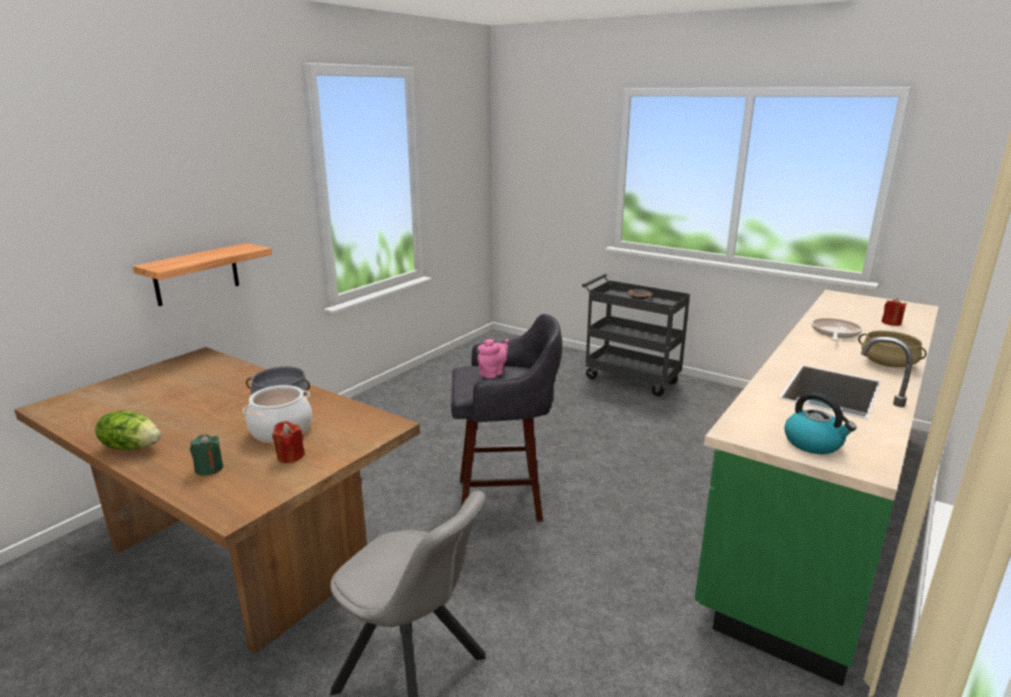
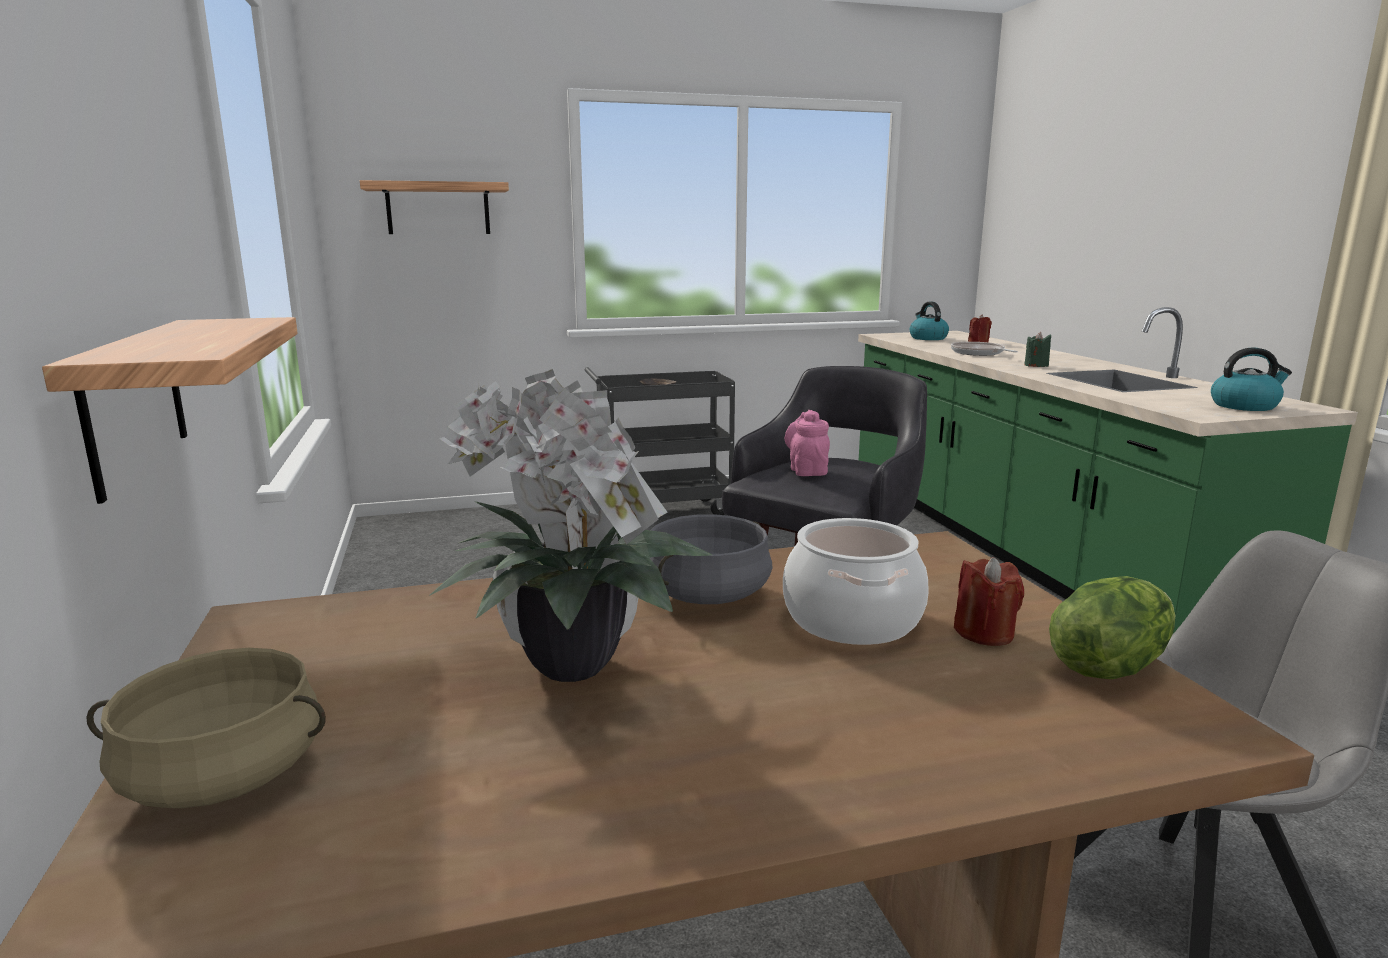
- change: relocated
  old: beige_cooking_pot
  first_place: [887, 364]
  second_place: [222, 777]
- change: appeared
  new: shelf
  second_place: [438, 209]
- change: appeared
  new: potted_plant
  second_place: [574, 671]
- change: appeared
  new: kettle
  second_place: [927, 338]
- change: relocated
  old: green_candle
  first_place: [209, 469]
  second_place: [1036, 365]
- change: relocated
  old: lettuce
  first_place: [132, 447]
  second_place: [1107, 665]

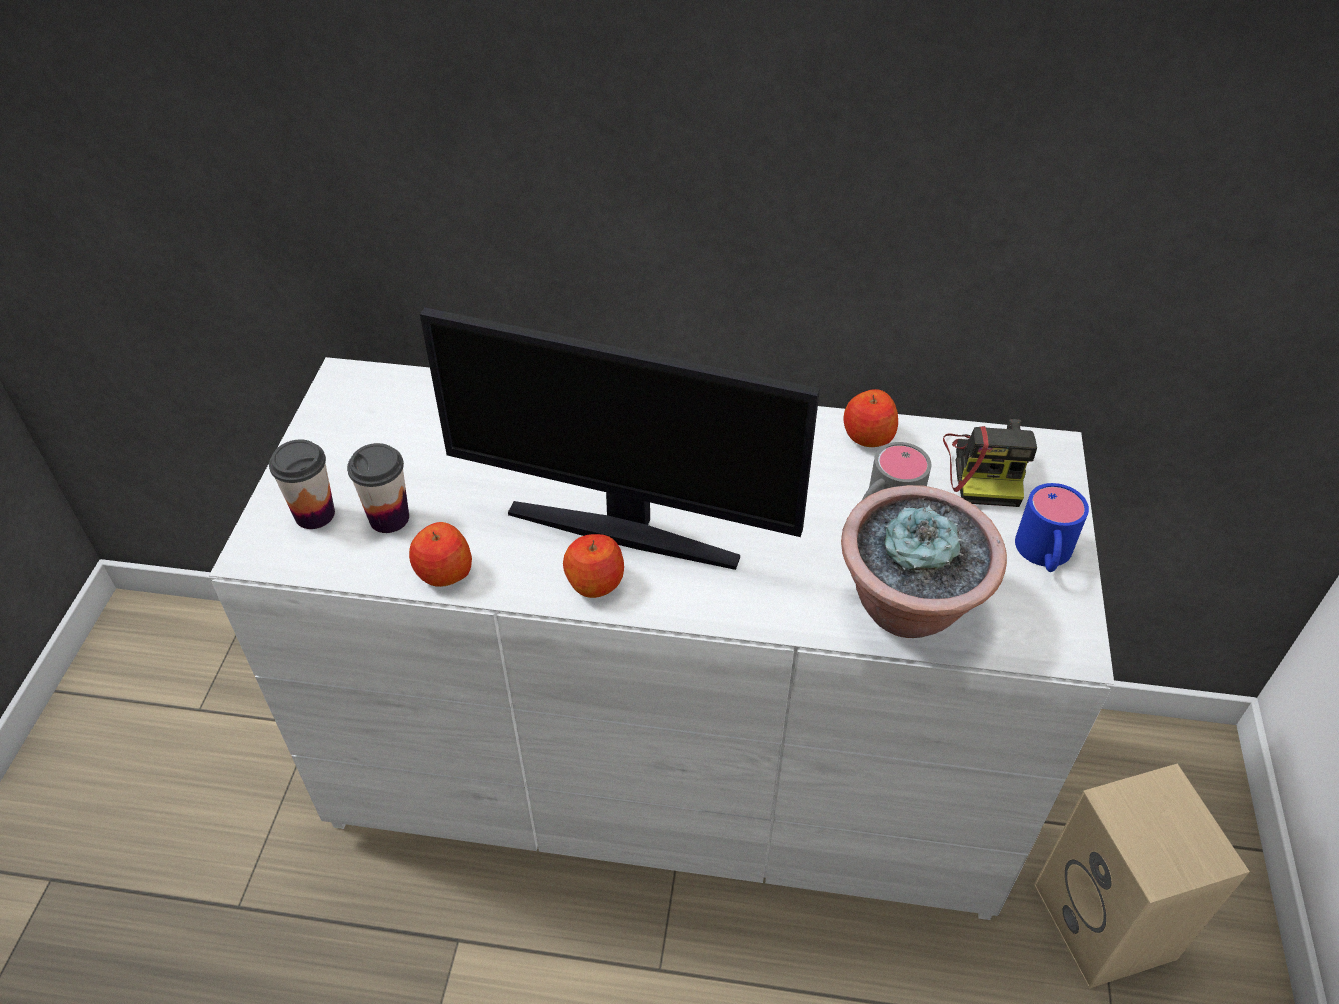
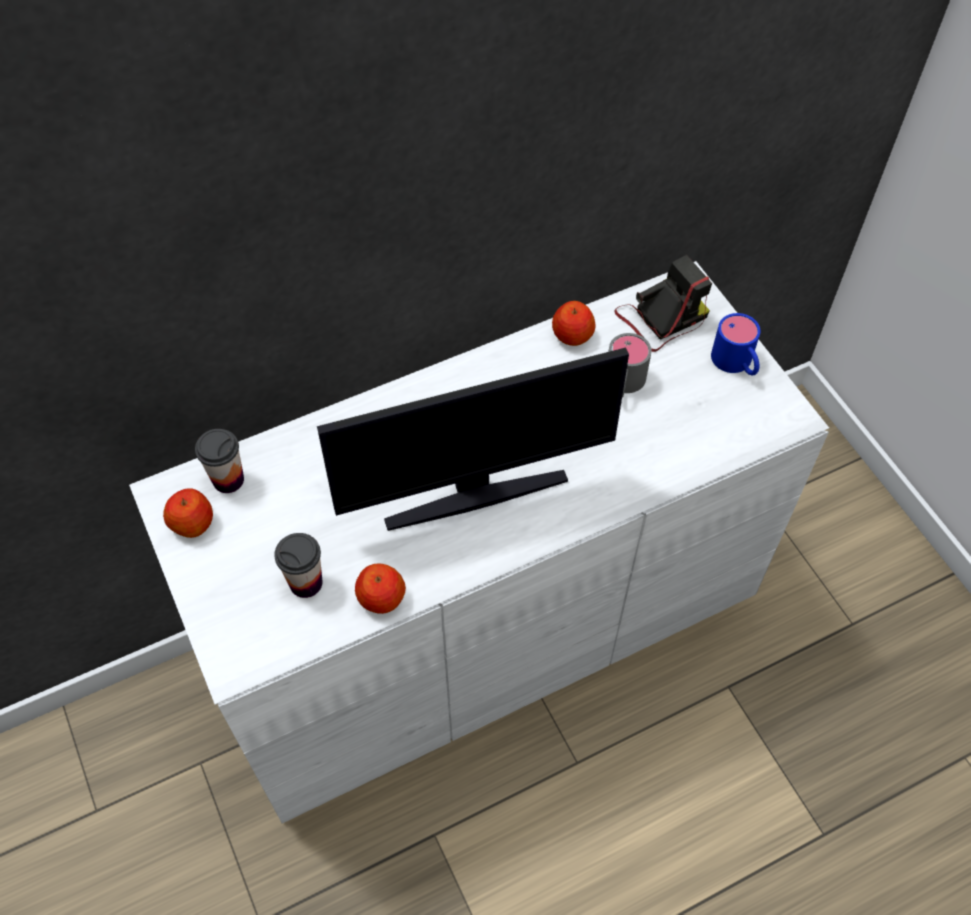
- change: relocated
  old: apple
  first_place: [595, 581]
  second_place: [192, 523]
- change: relocated
  old: cup
  first_place: [314, 514]
  second_place: [228, 480]
- change: spun
  old: photo_camera
  first_place: [987, 468]
  second_place: [661, 319]
  degrees: -90
- change: missing
  old: potted_plant
  first_place: [909, 606]
- change: missing
  old: beige_speaker
  first_place: [1108, 923]

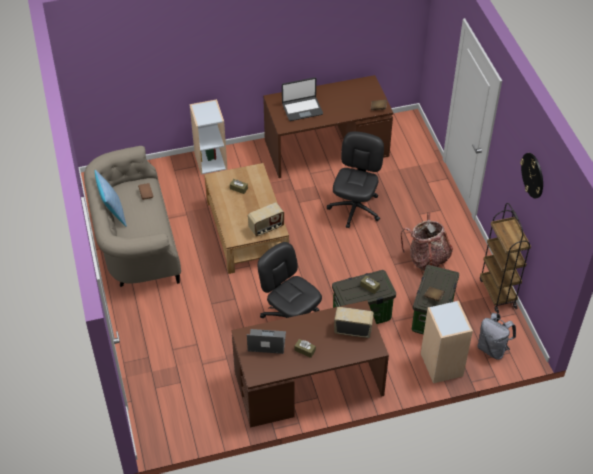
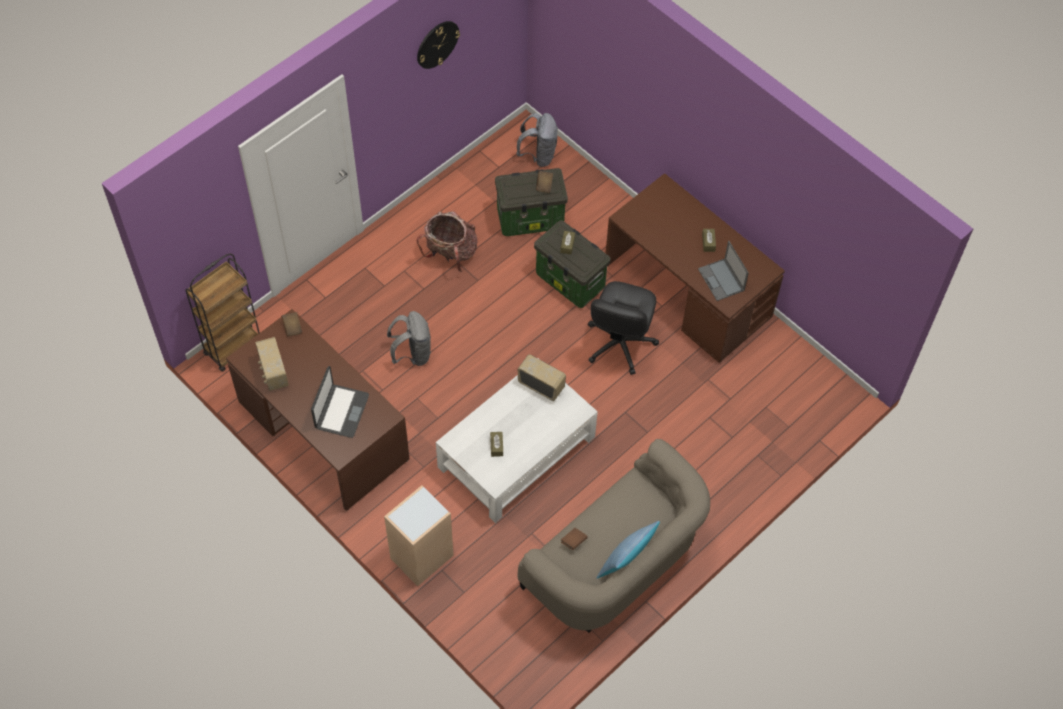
- change: relocated
  old: brown_cart
  first_place: [497, 293]
  second_place: [234, 347]
- change: relocated
  old: radio
  first_place: [353, 330]
  second_place: [273, 372]
- change: spun
  old: laptop
  first_place: [302, 109]
  second_place: [341, 411]
  degrees: 60
- change: exchanged
  old: black_office_chair
  new: grey_backpack
  first_place: [355, 208]
  second_place: [412, 354]
- change: colour
  old: brown_coffee_table
  new: white_coffee_table
  first_place: [246, 230]
  second_place: [516, 452]
- change: missing
  old: bookcase
  first_place: [441, 365]

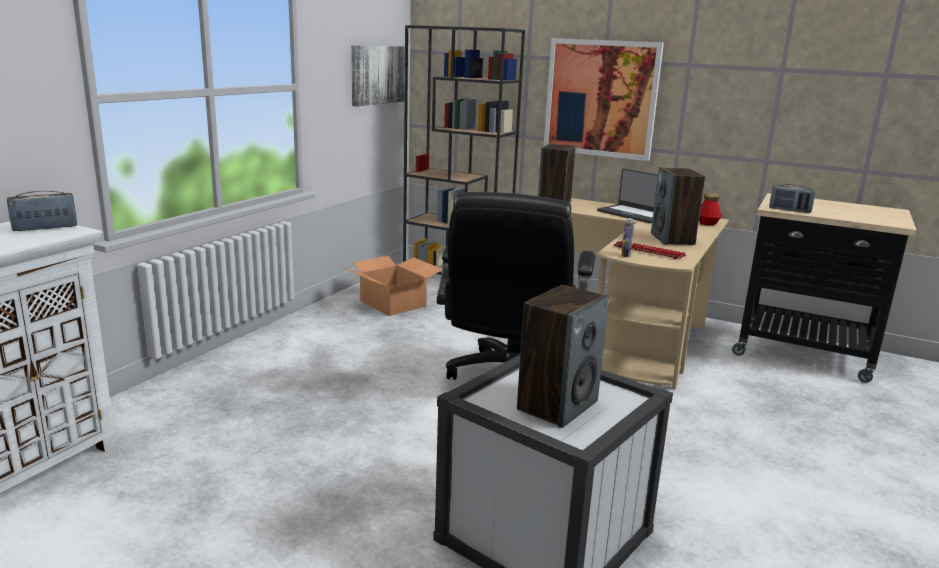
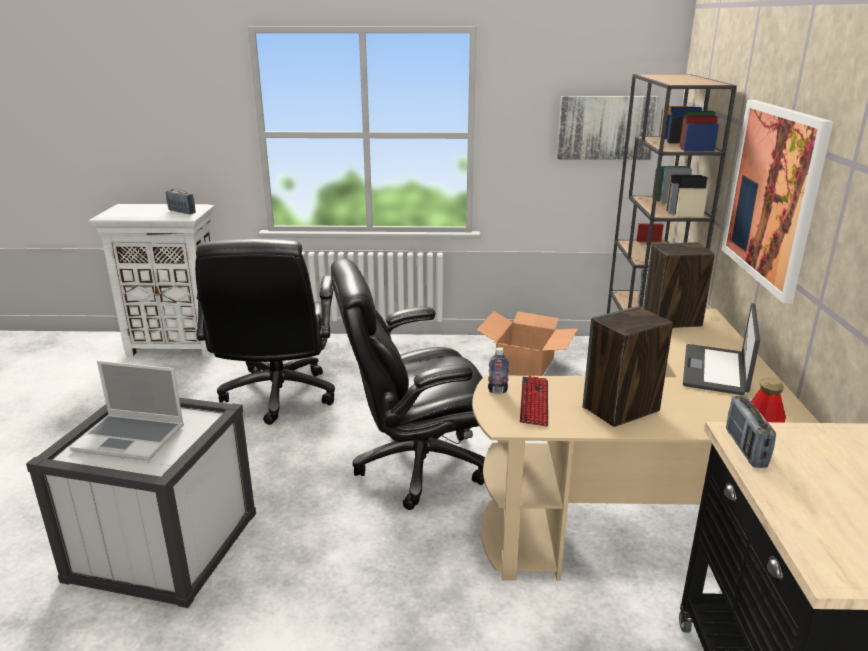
- change: exchanged
  old: speaker
  new: laptop
  first_place: [557, 405]
  second_place: [131, 438]
- change: appeared
  new: black_office_chair
  second_place: [276, 398]

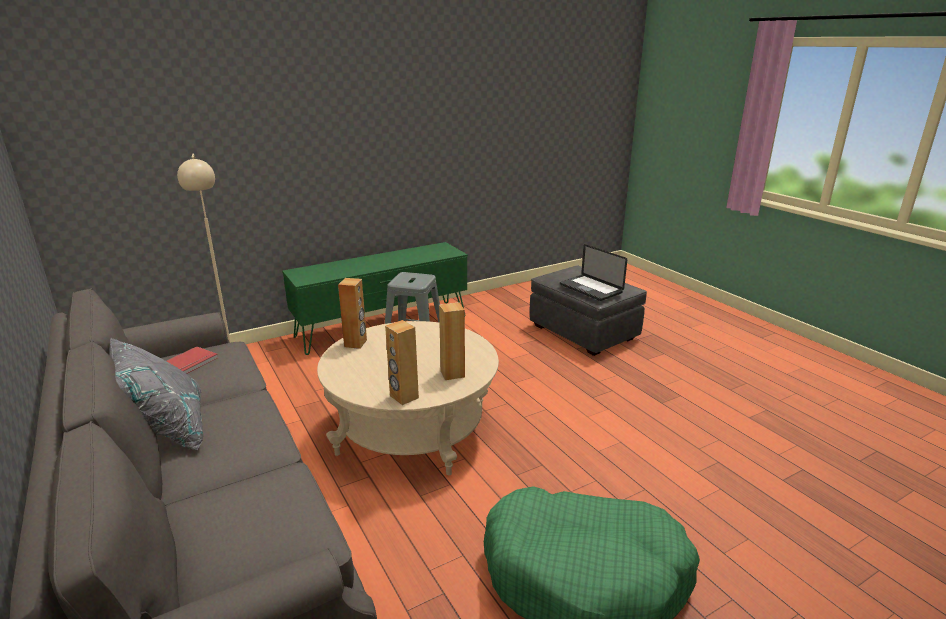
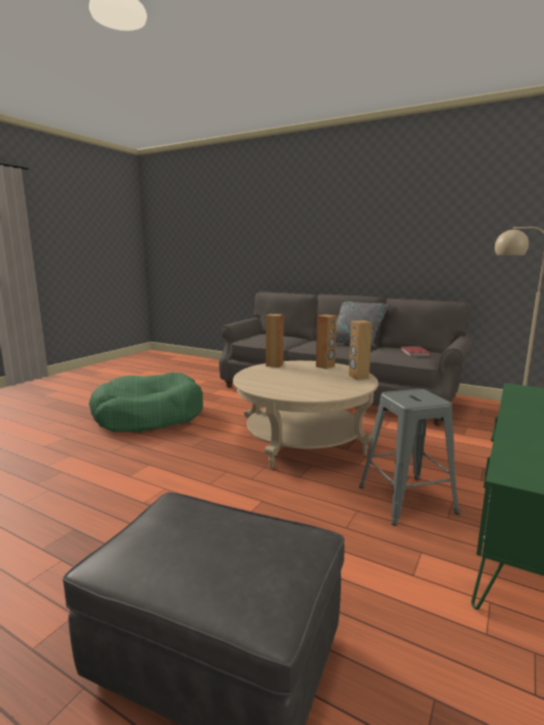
- change: relocated
  old: brown_speaker
  first_place: [452, 374]
  second_place: [325, 366]
- change: missing
  old: laptop
  first_place: [590, 289]

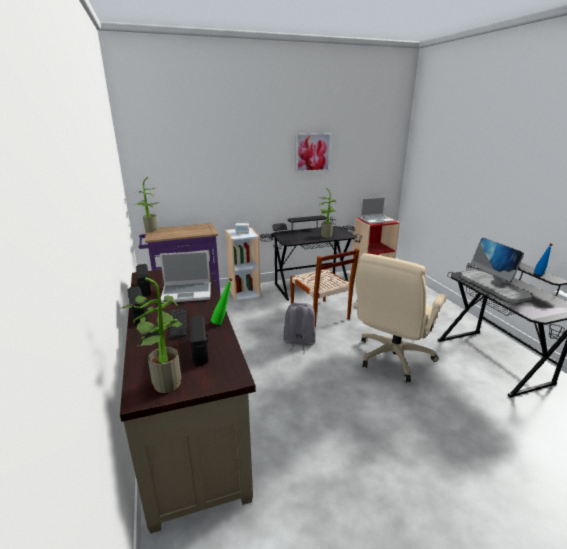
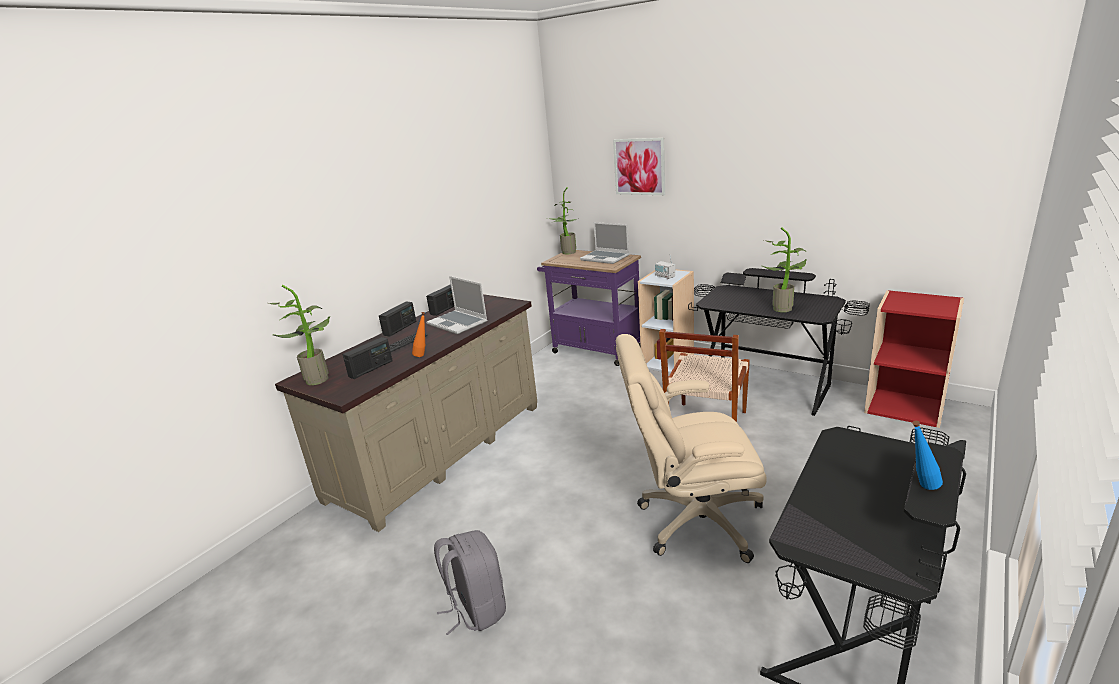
- change: colour
  old: green_bottle
  new: orange_bottle
  first_place: [223, 322]
  second_place: [423, 356]
- change: relocated
  old: grey_backpack
  first_place: [299, 342]
  second_place: [476, 609]
- change: relocated
  old: laptop
  first_place: [376, 220]
  second_place: [605, 258]
- change: relocated
  old: picture
  first_place: [312, 152]
  second_place: [639, 166]
- change: missing
  old: monitor
  first_place: [494, 286]

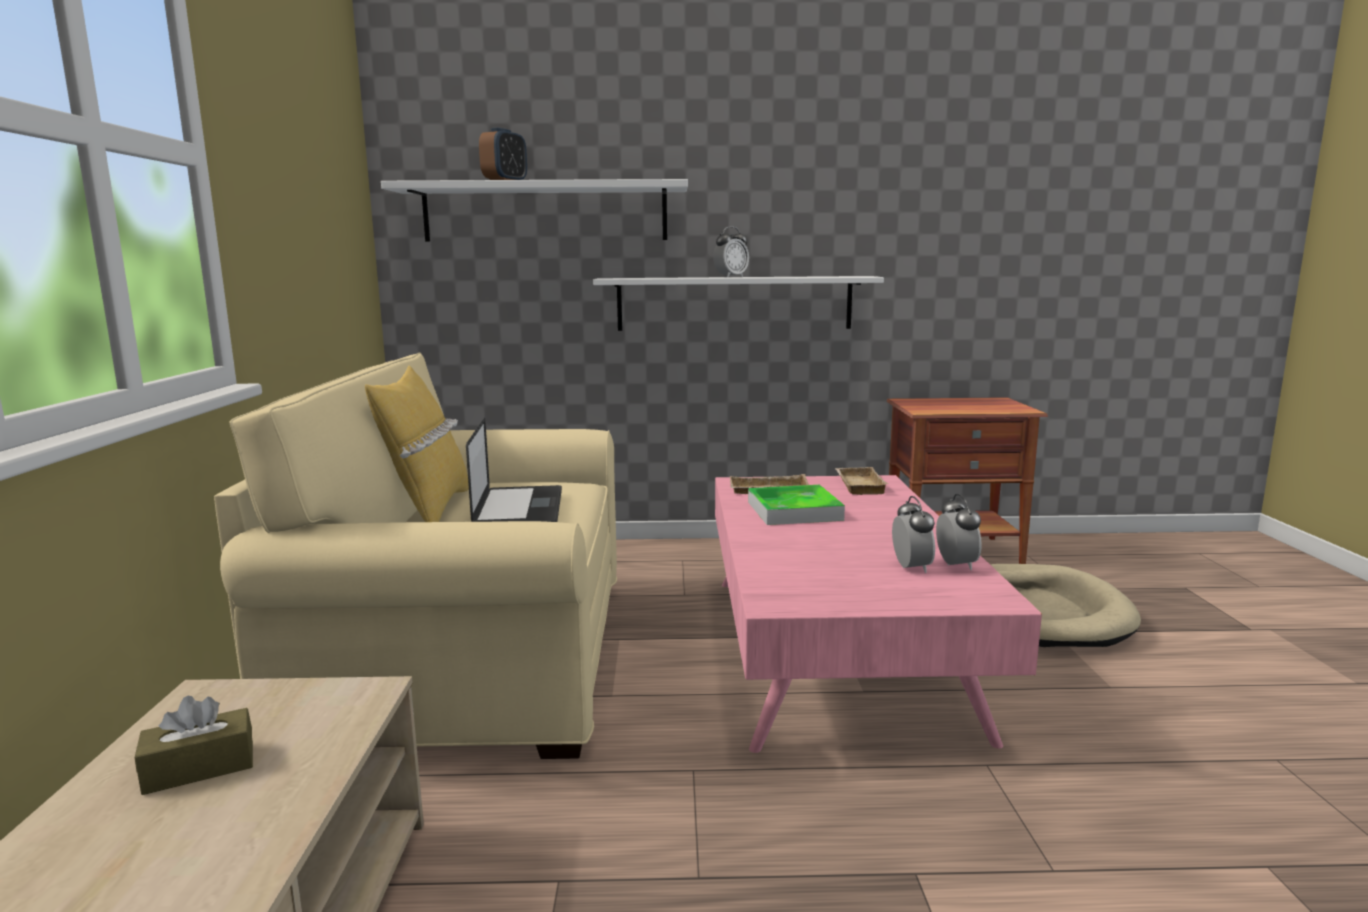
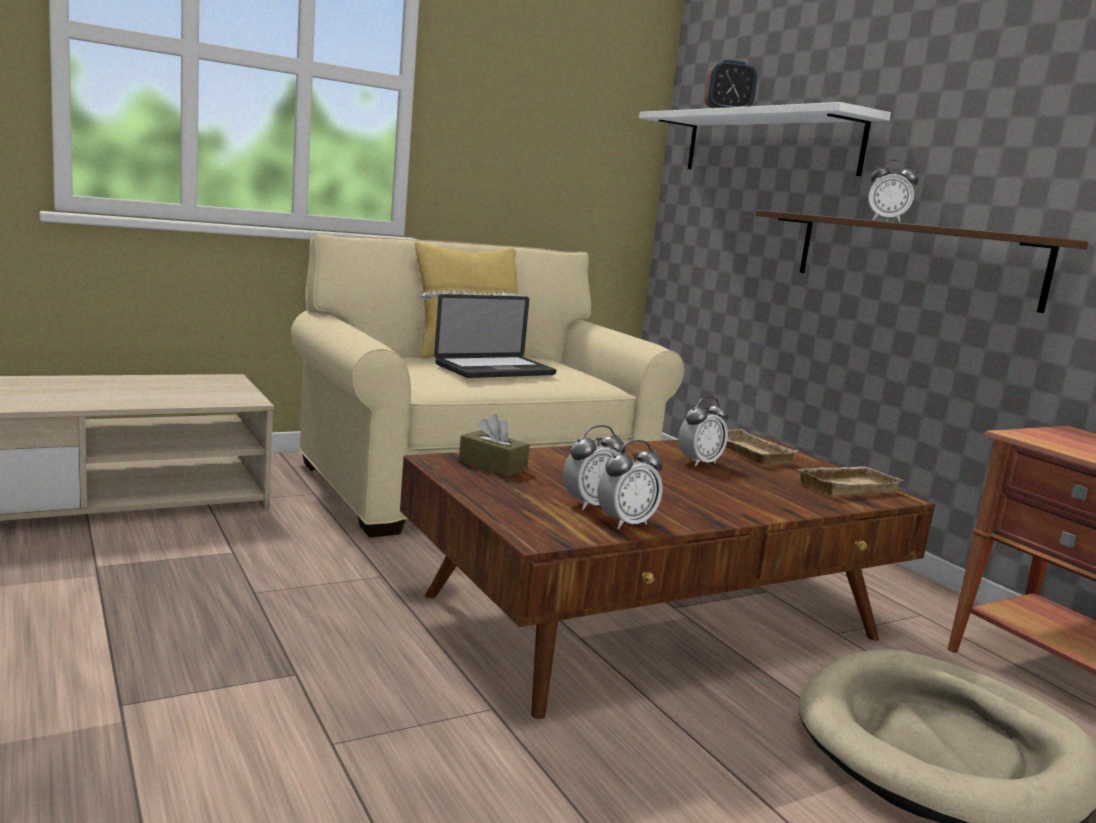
- change: colour
  old: pink_coffee_table
  new: brown_coffee_table
  first_place: [836, 649]
  second_place: [655, 618]
- change: relocated
  old: brown_tissue_box
  first_place: [199, 768]
  second_place: [492, 465]
- change: exchanged
  old: tray
  new: alarm_clock
  first_place: [794, 511]
  second_place: [699, 462]
- change: colour
  old: white_shelf
  new: brown_shelf
  first_place: [734, 303]
  second_place: [912, 258]

